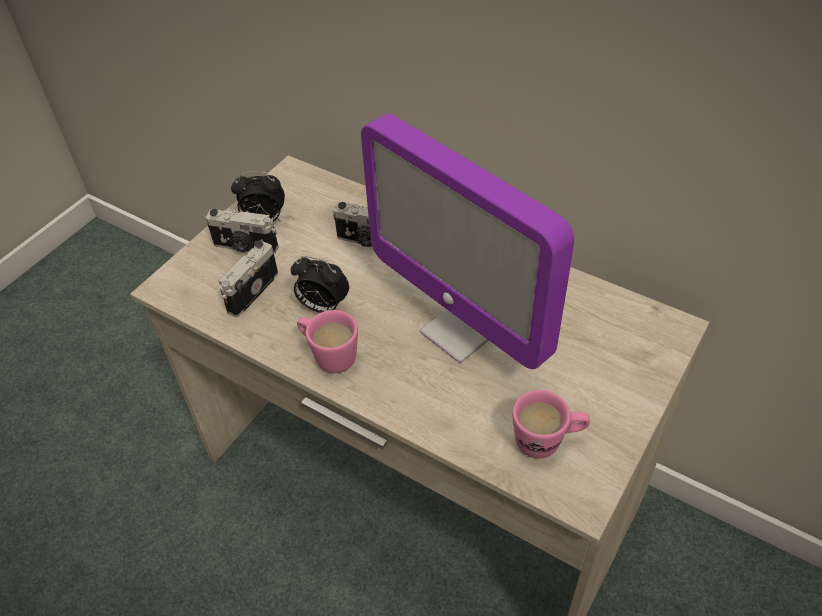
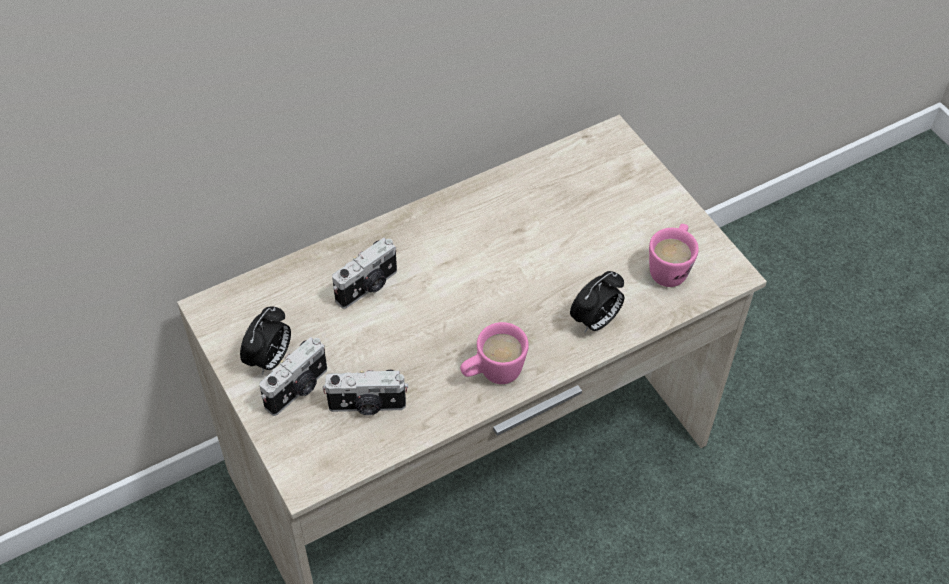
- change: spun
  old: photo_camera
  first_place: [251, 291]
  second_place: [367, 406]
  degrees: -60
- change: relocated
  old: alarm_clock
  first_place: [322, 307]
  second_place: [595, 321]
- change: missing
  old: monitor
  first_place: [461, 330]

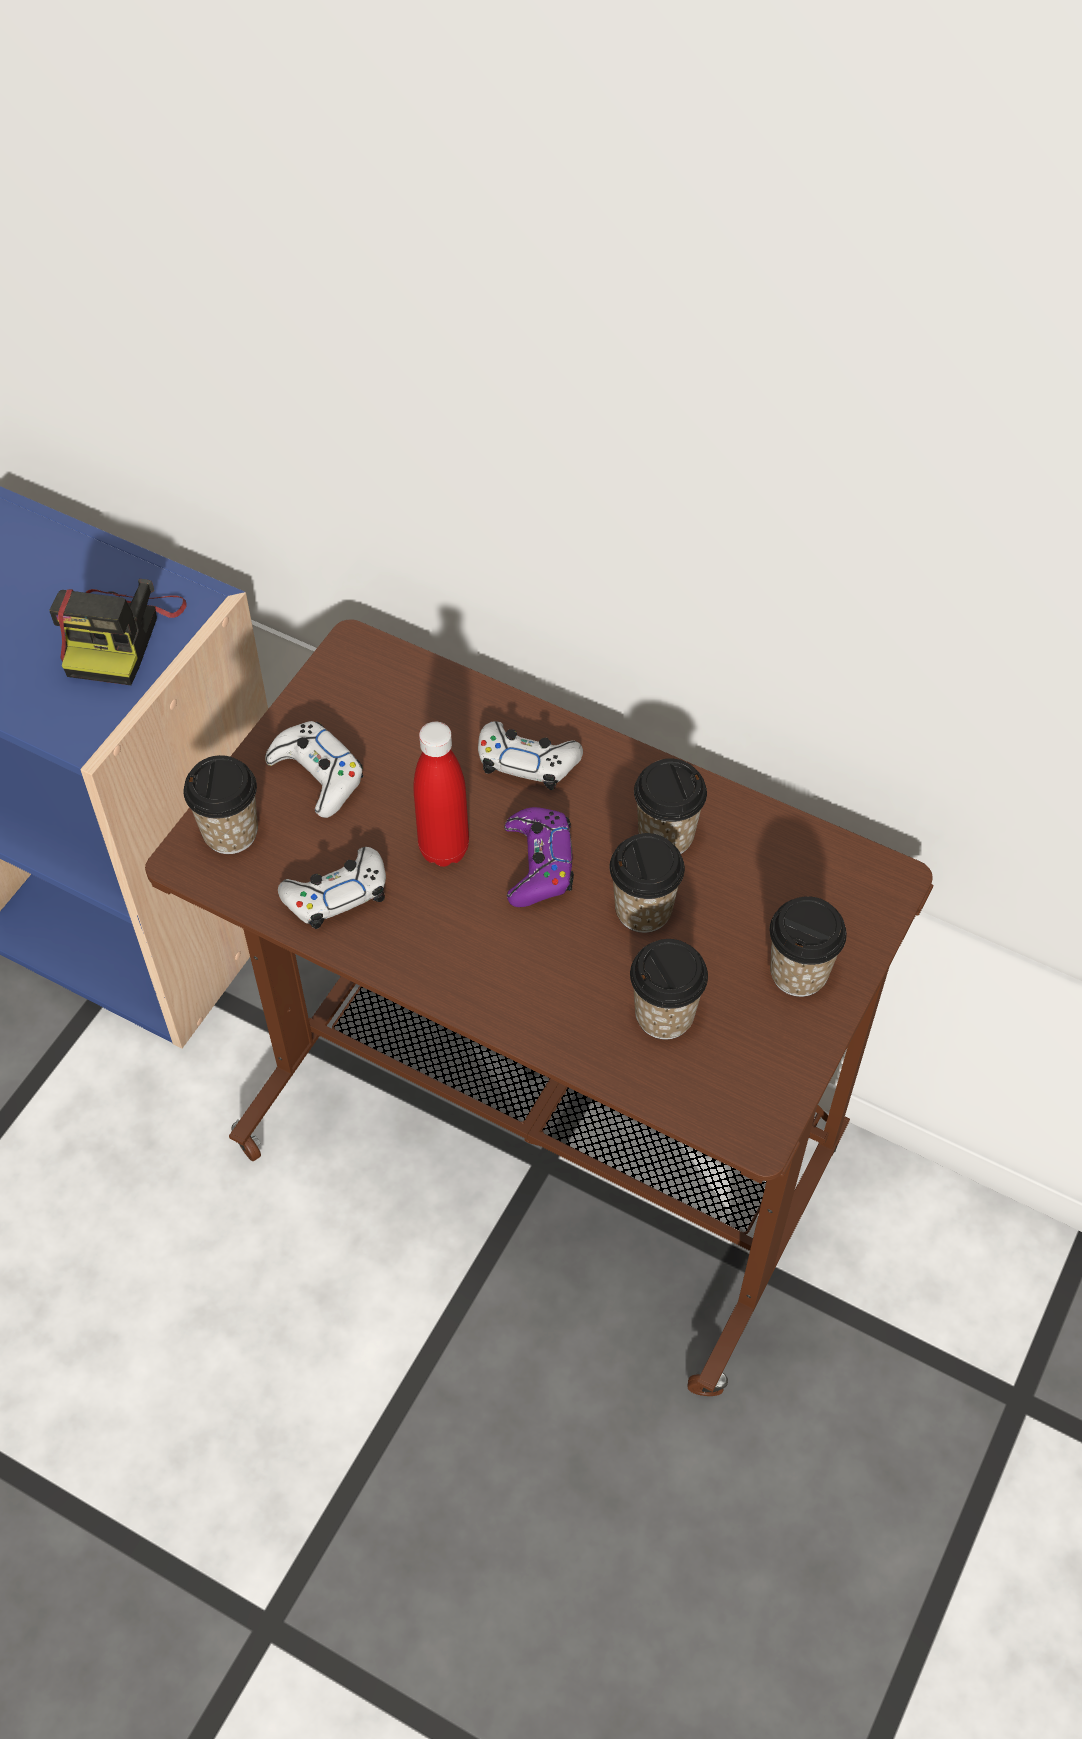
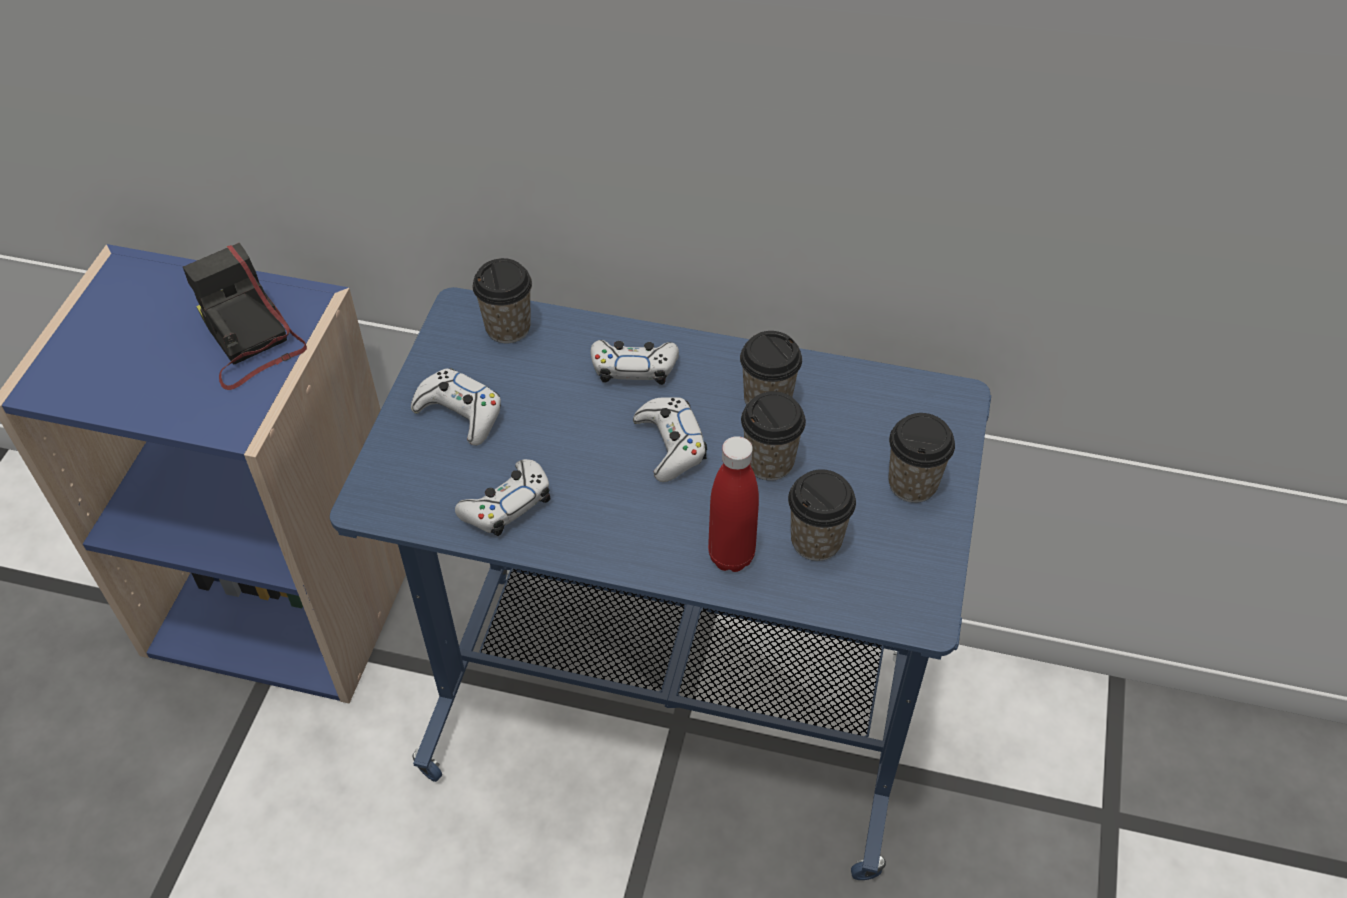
- change: spun
  old: photo_camera
  first_place: [120, 635]
  second_place: [249, 341]
  degrees: 150
- change: colour
  old: brown_desk
  new: blue_desk
  first_place: [541, 1149]
  second_place: [674, 713]
- change: relocated
  old: cup
  first_place: [230, 832]
  second_place: [508, 328]
- change: colour
  old: purple_game_controller
  new: white_game_controller
  first_place: [538, 864]
  second_place: [670, 445]
- change: relocated
  old: red_bottle
  first_place: [444, 849]
  second_place: [731, 556]

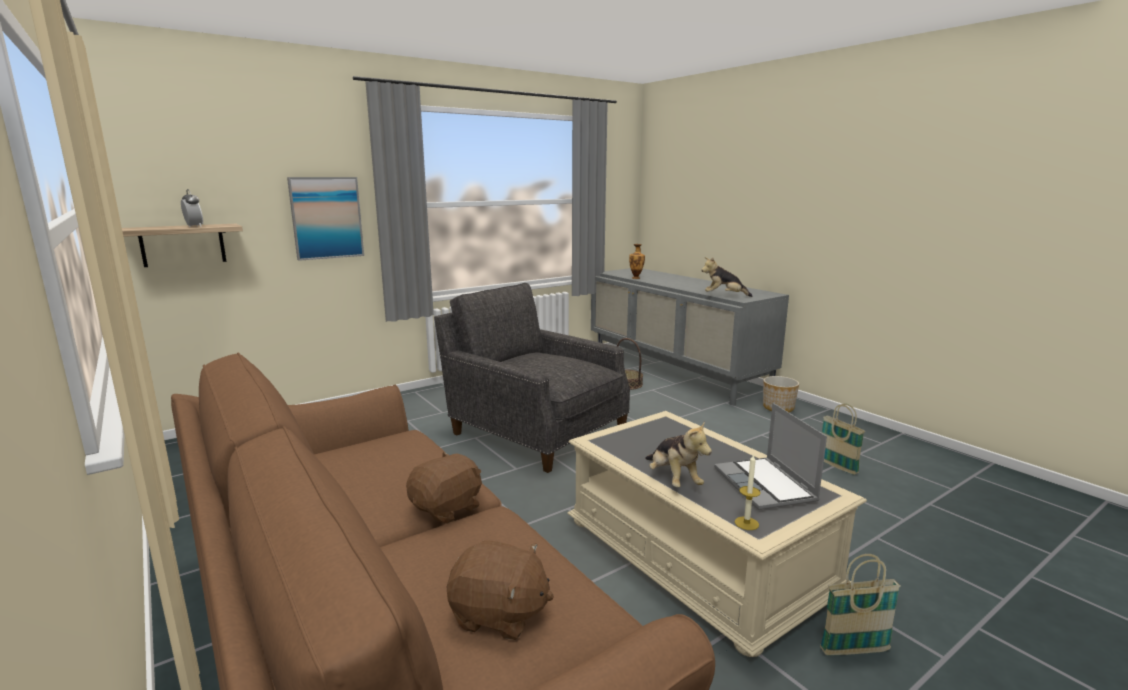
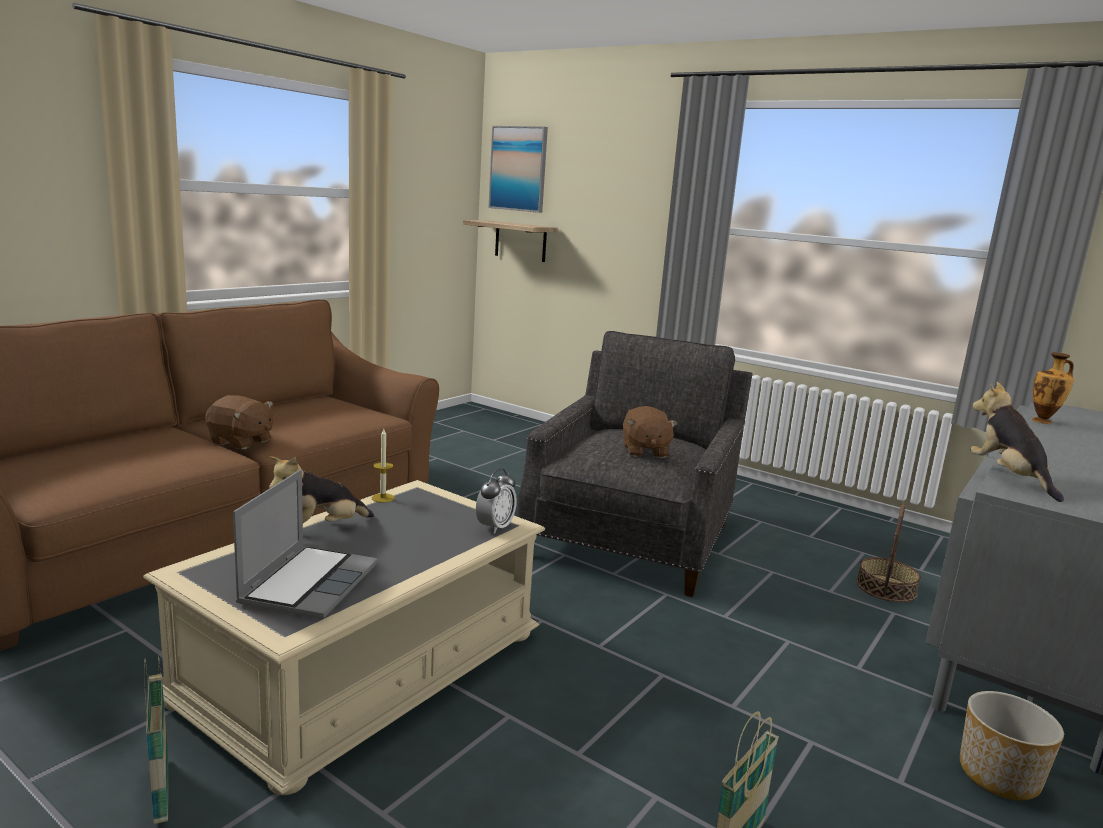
- change: spun
  old: laptop
  first_place: [766, 485]
  second_place: [309, 583]
  degrees: 135
- change: relocated
  old: candle
  first_place: [746, 523]
  second_place: [383, 498]
- change: relocated
  old: alarm_clock
  first_place: [194, 226]
  second_place: [495, 527]
- change: relocated
  old: picture
  first_place: [326, 218]
  second_place: [518, 169]
- change: relocated
  old: brown_plush_toy
  first_place: [499, 614]
  second_place: [644, 451]

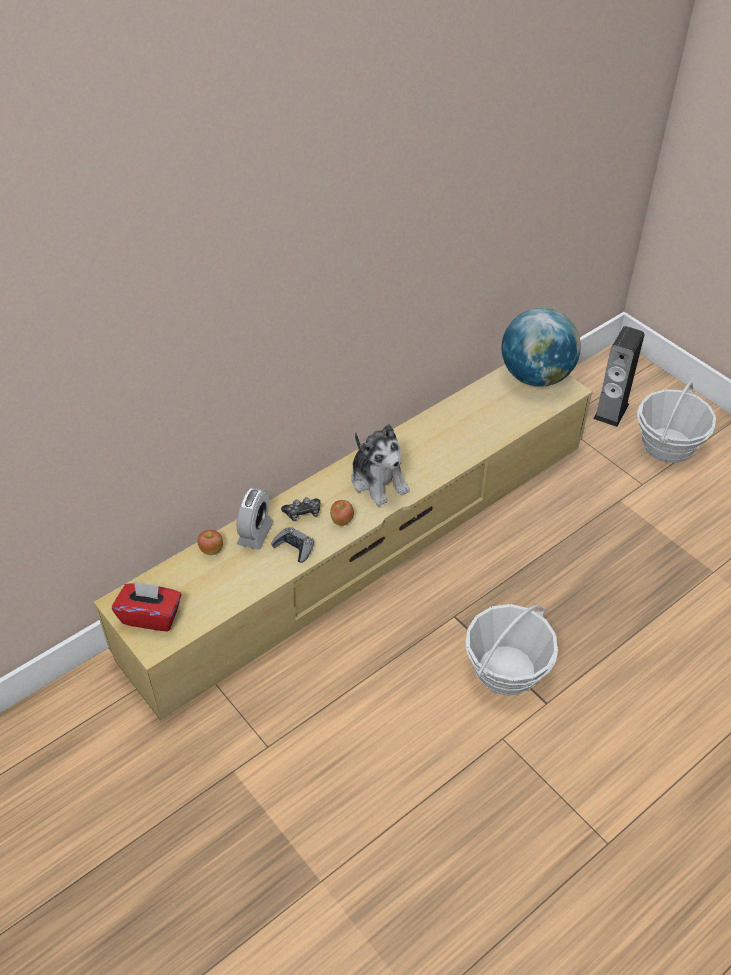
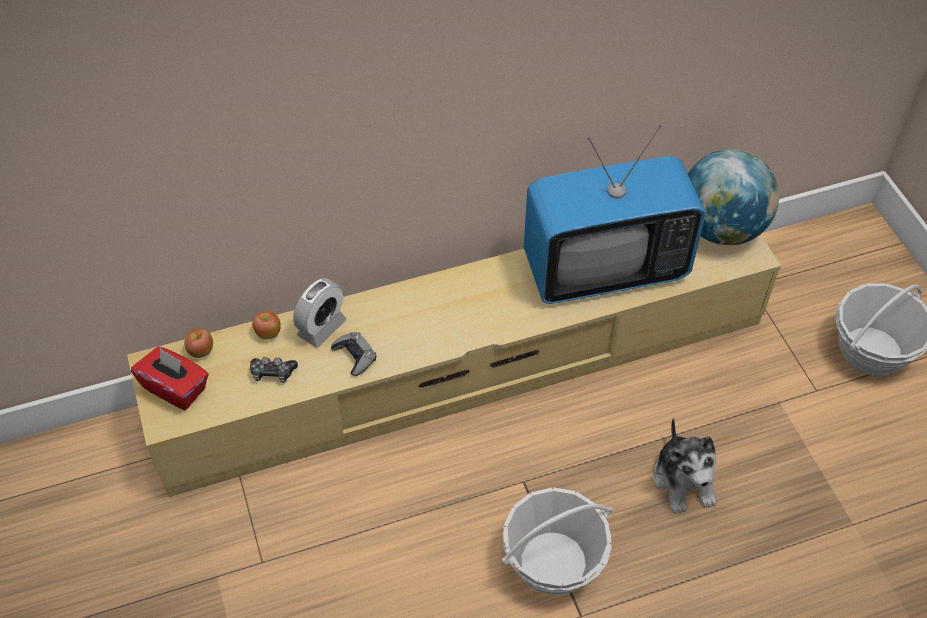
- change: relocated
  old: apple
  first_place: [341, 520]
  second_place: [201, 351]
- change: relocated
  old: game_controller
  first_place: [302, 513]
  second_place: [272, 373]
- change: appeared
  new: television
  second_place: [604, 269]
- change: relocated
  old: plush_toy
  first_place: [378, 481]
  second_place: [684, 480]
- change: missing
  old: speaker
  first_place: [611, 411]

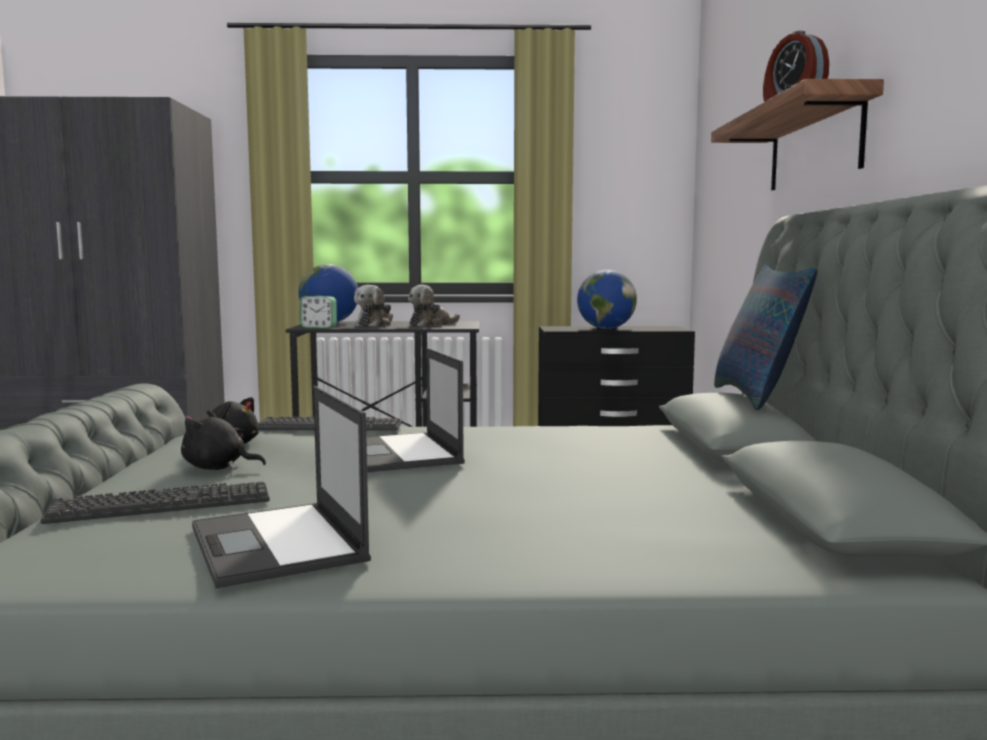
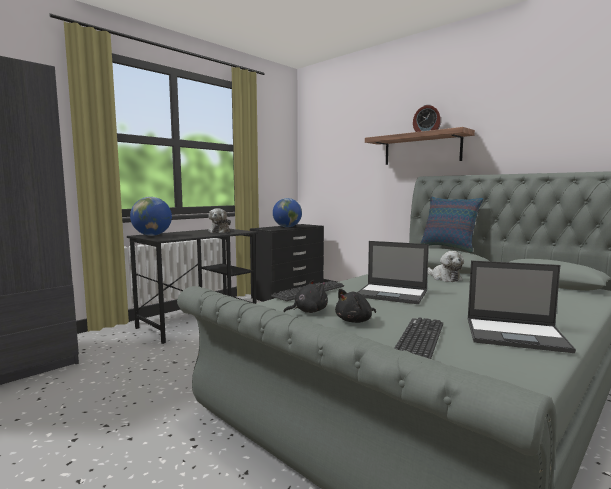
- change: relocated
  old: plush_toy
  first_place: [375, 325]
  second_place: [444, 278]
- change: missing
  old: alarm_clock
  first_place: [318, 327]

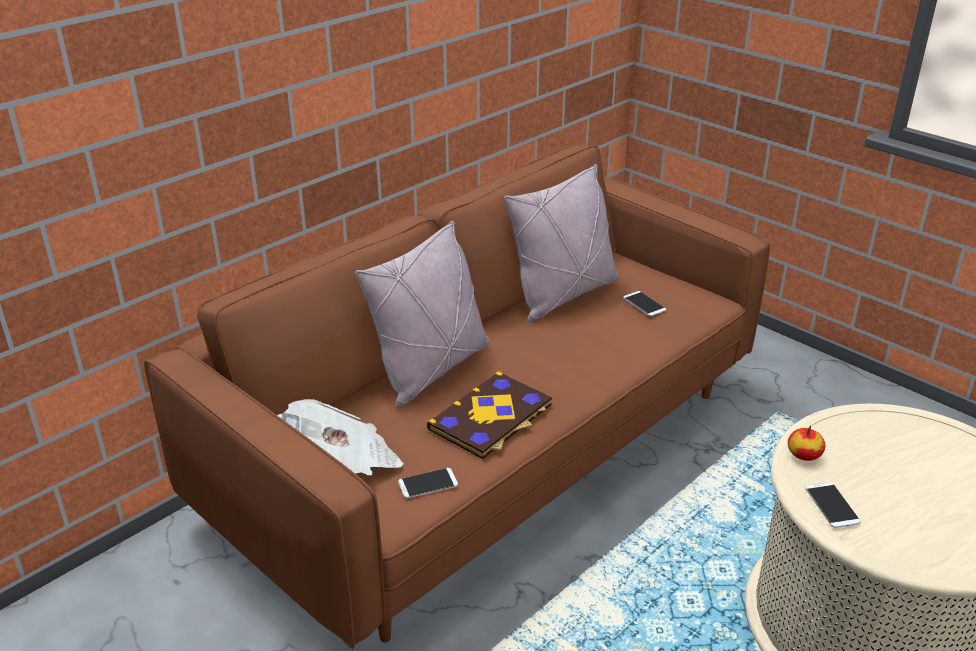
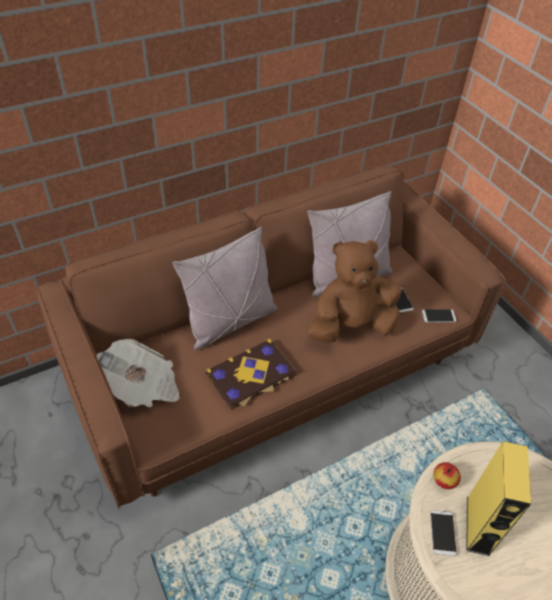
- change: appeared
  new: brown_plush_toy
  second_place: [351, 326]
- change: relocated
  old: phone
  first_place: [428, 484]
  second_place: [438, 316]
- change: appeared
  new: yellow_speaker
  second_place: [478, 525]

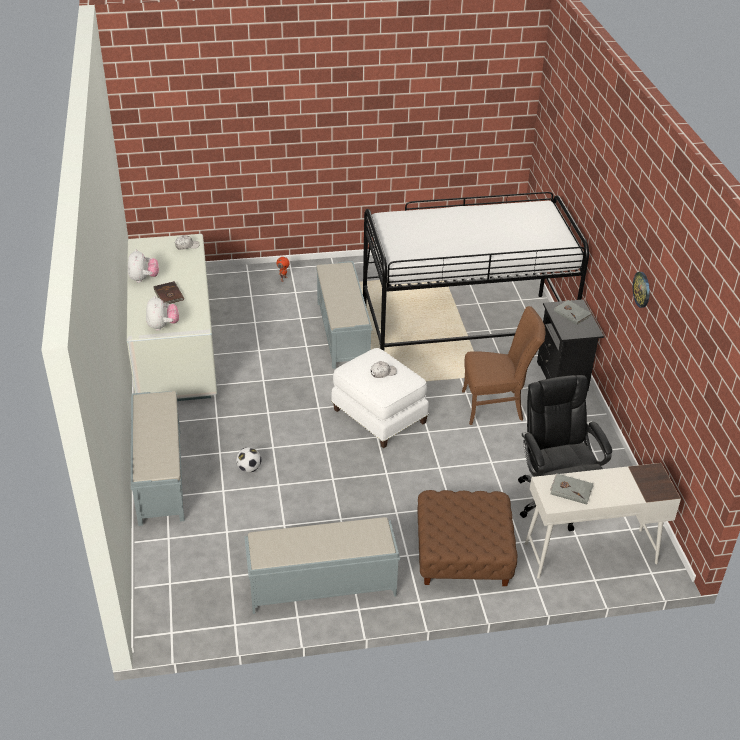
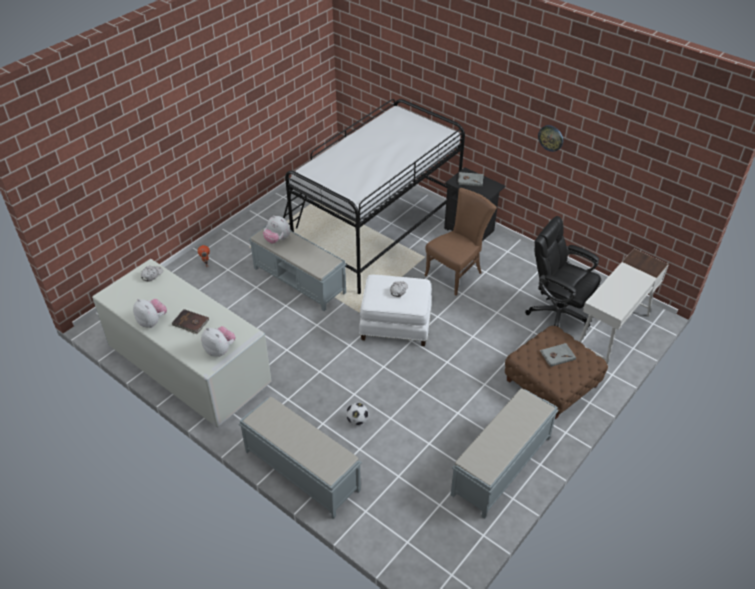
- change: appeared
  new: plush_toy
  second_place: [277, 240]
- change: relocated
  old: grey_book
  first_place: [571, 490]
  second_place: [557, 355]

